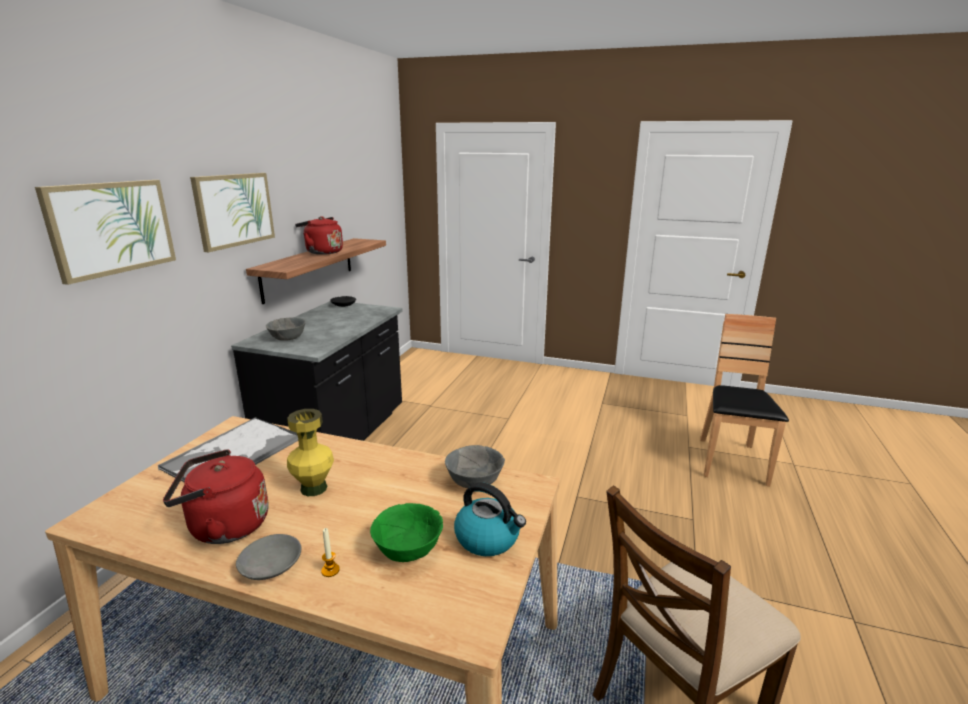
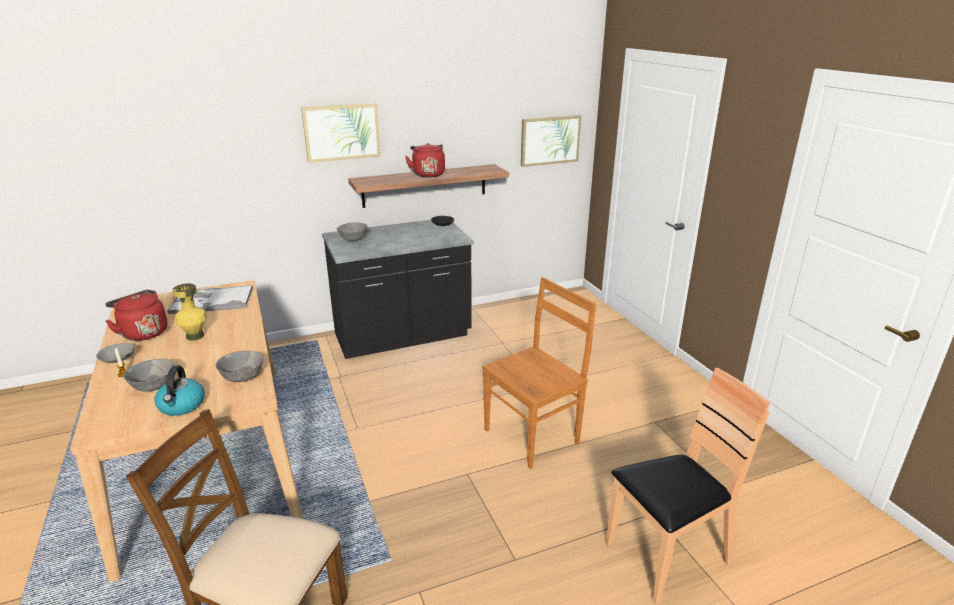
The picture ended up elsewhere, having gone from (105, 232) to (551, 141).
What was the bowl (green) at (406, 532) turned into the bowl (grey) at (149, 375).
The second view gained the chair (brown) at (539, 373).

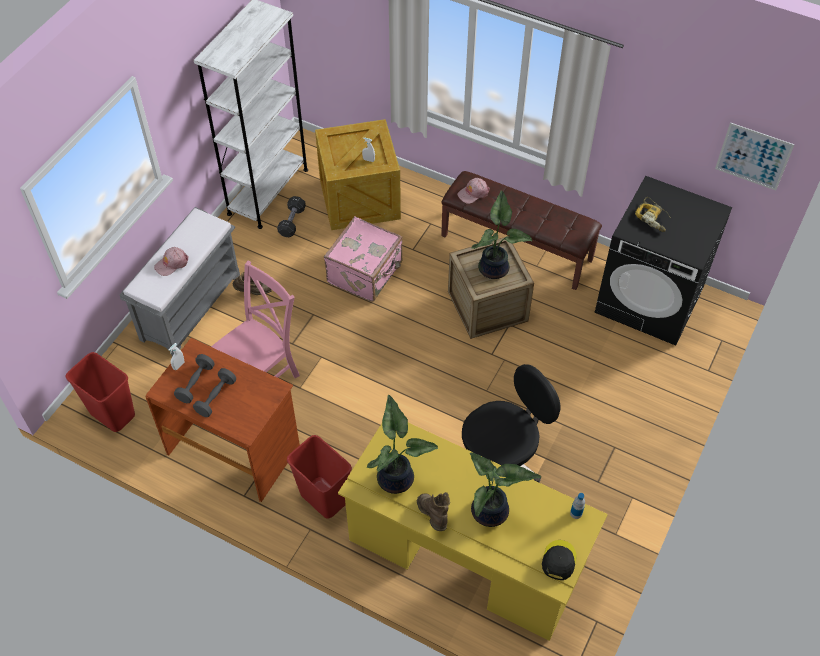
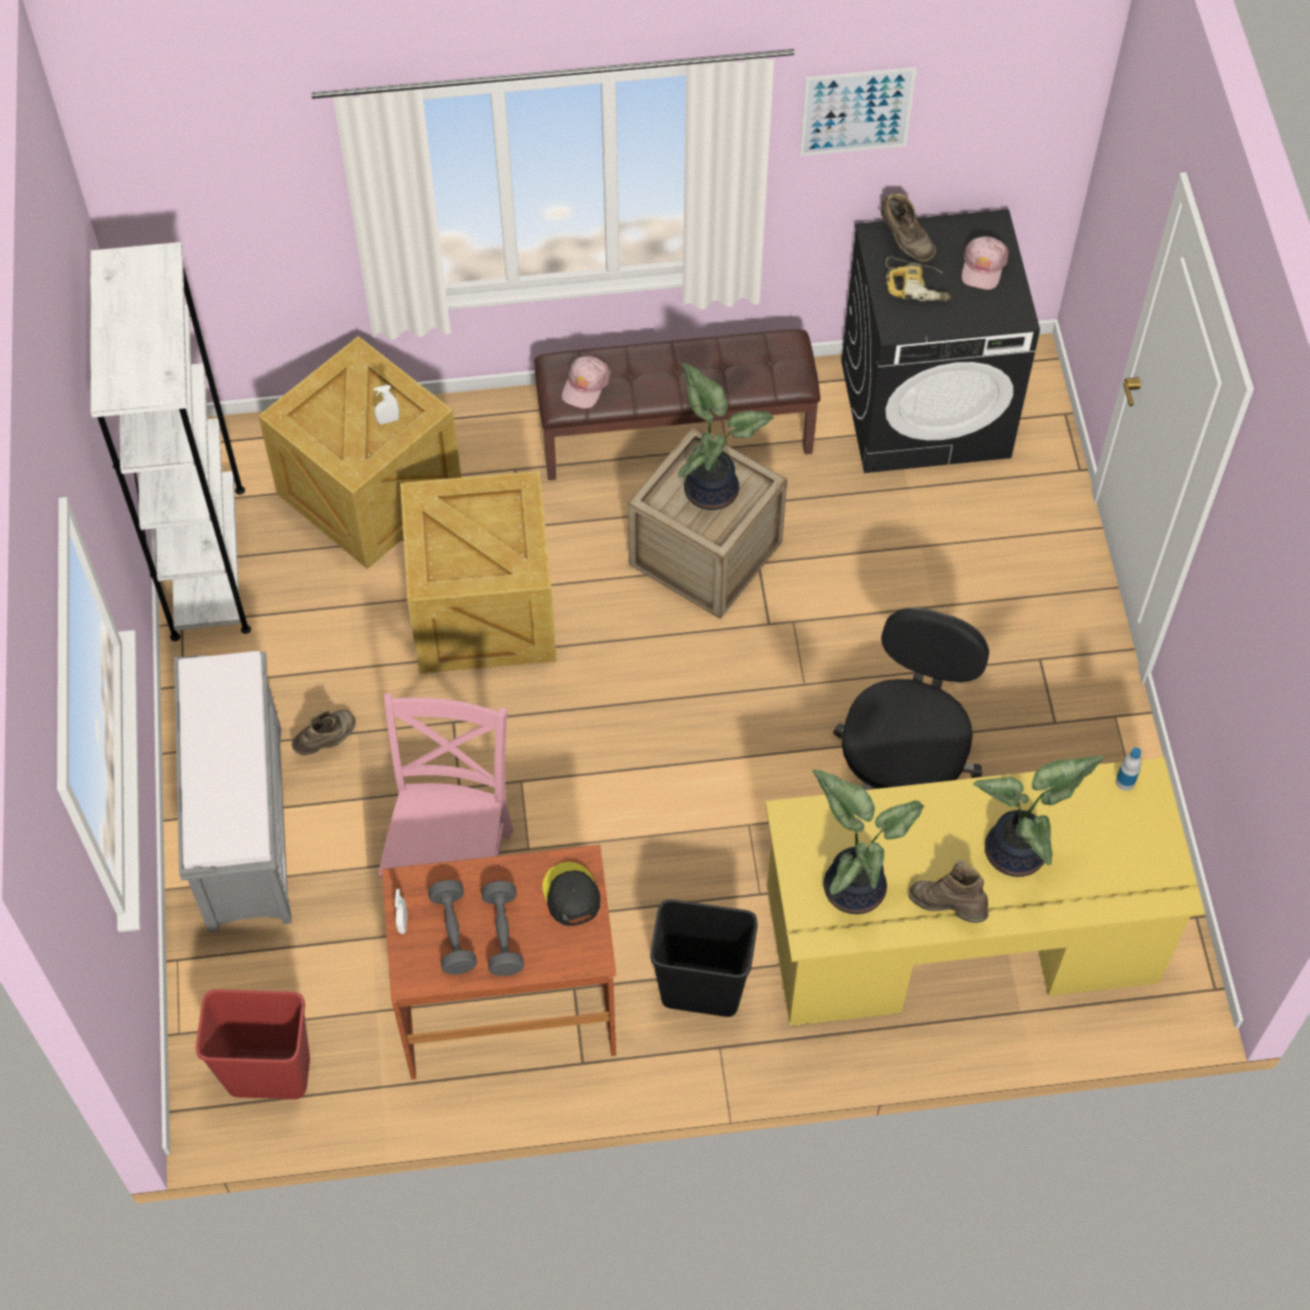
The cap (pink) ended up elsewhere, having gone from (171, 261) to (985, 263).
The second view lost the dumbbell (black) at (291, 216).
What was the trash can (red) at (319, 477) turned into the trash can (black) at (704, 958).
Where the suitcase (pink) stood at (363, 259), the crate came to stand at (478, 572).
The cap (black) ended up elsewhere, having gone from (559, 560) to (571, 894).
The picture ended up elsewhere, having gone from (755, 156) to (858, 111).
The second view gained the boot (brown) at (908, 228).

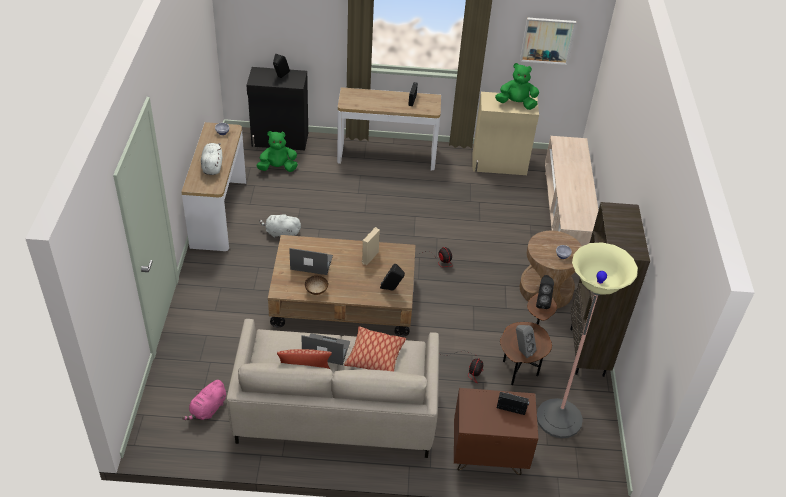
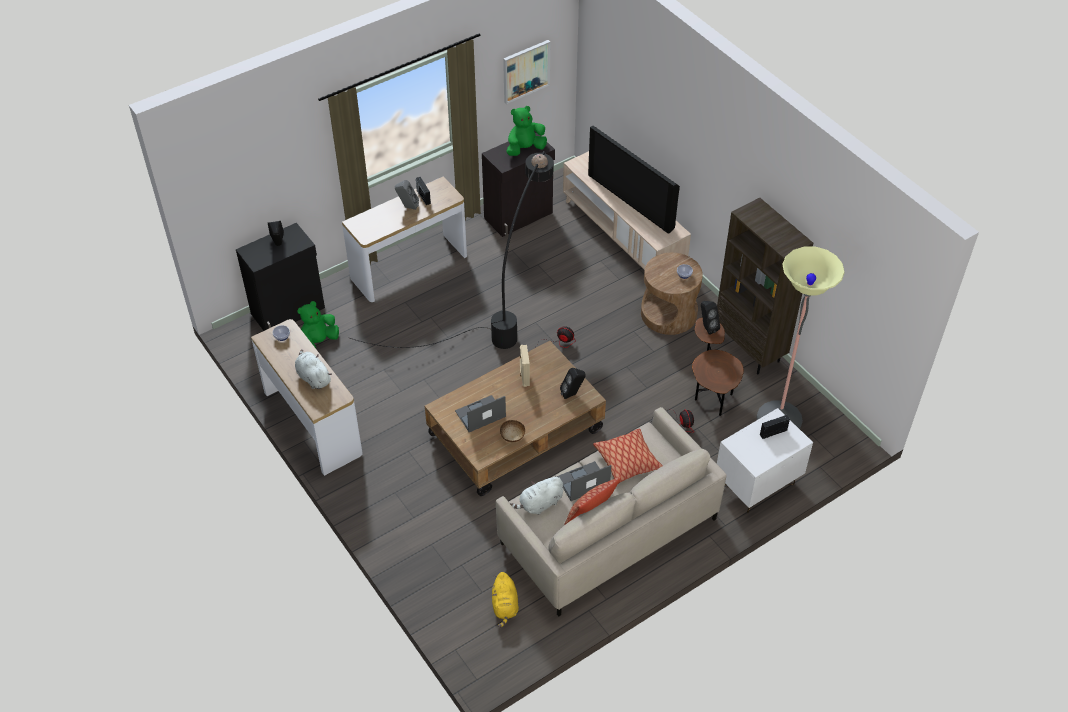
What was the plush toy (pink) at (204, 400) turned into the plush toy (yellow) at (505, 600).
The plush toy (white) ended up elsewhere, having gone from (280, 225) to (536, 495).
What was the nightstand (brown) at (496, 431) turned into the nightstand (white) at (765, 460).
What was the cabinet (beige) at (505, 133) turned into the cabinet (black) at (518, 184).
The speaker (grey) ended up elsewhere, having gone from (526, 341) to (407, 195).
The second view gained the floor lamp (black) at (452, 250).
The second view gained the television at (634, 180).

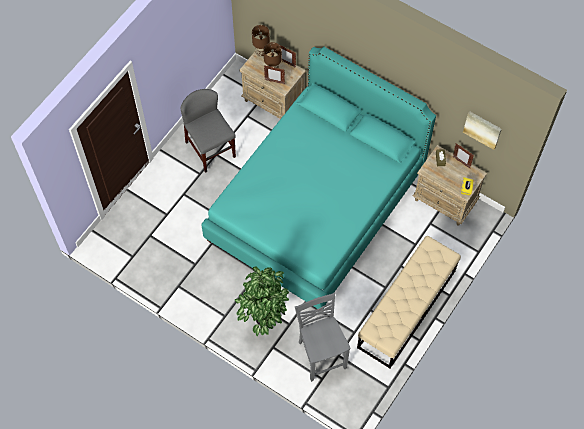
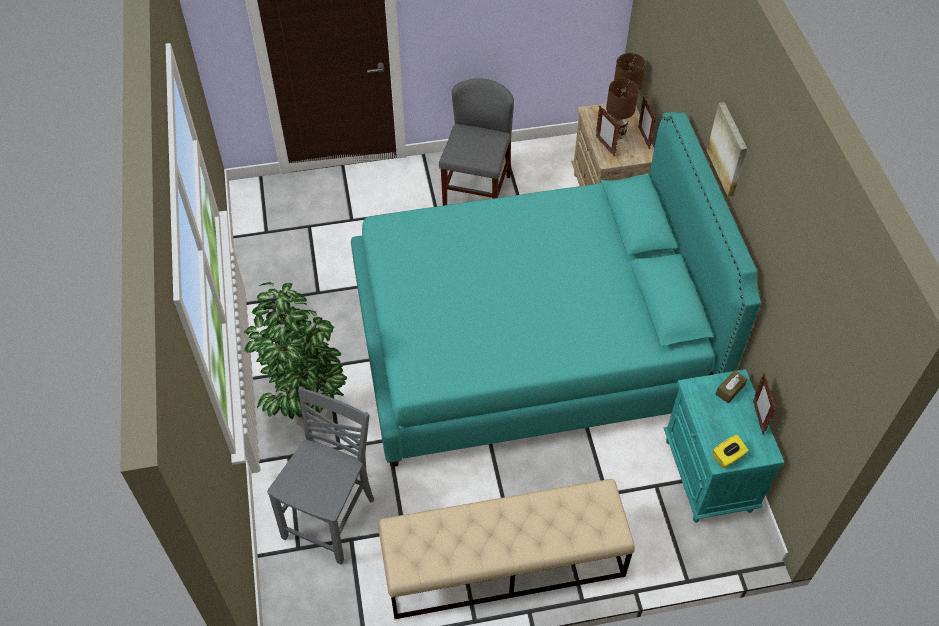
What was the nightstand (beige) at (450, 185) turned into the nightstand (turquoise) at (723, 445).
The picture ended up elsewhere, having gone from (482, 130) to (727, 149).

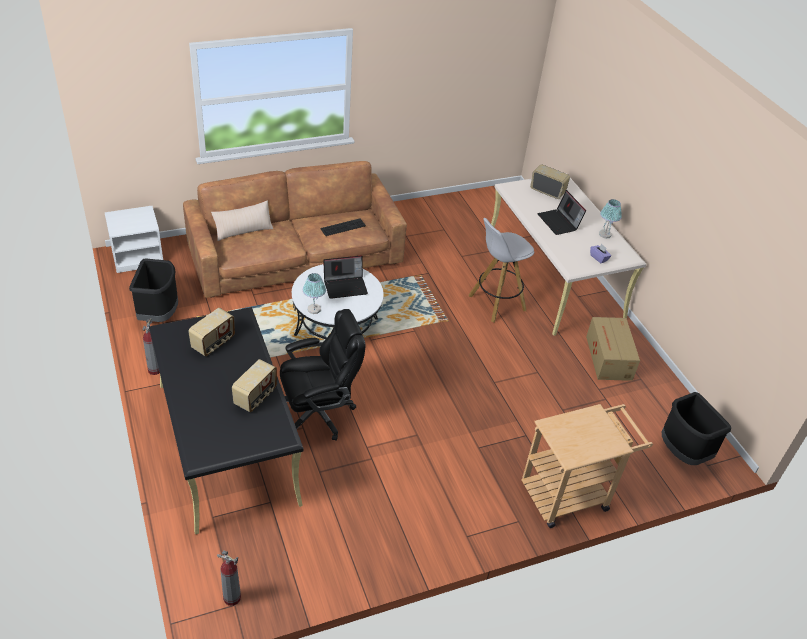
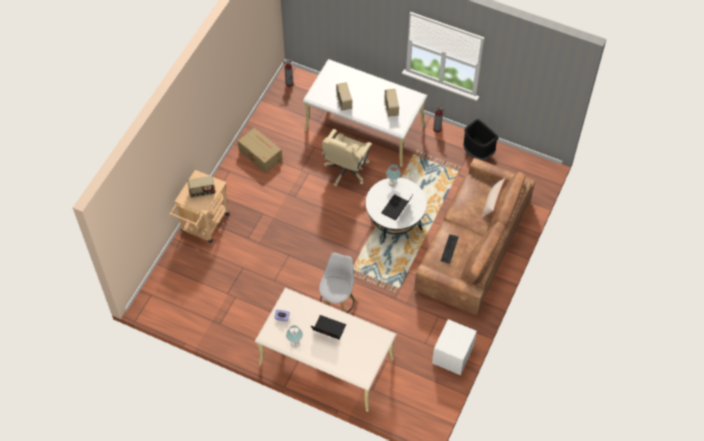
The nightstand (white) ended up elsewhere, having gone from (133, 239) to (454, 347).
What was the desk (black) at (226, 420) turned into the desk (white) at (365, 113).
What was the office chair (black) at (323, 375) turned into the office chair (beige) at (347, 157).
The radio ended up elsewhere, having gone from (550, 181) to (201, 187).
The cardboard box ended up elsewhere, having gone from (613, 349) to (260, 150).
The second view lost the trash can (black) at (696, 428).

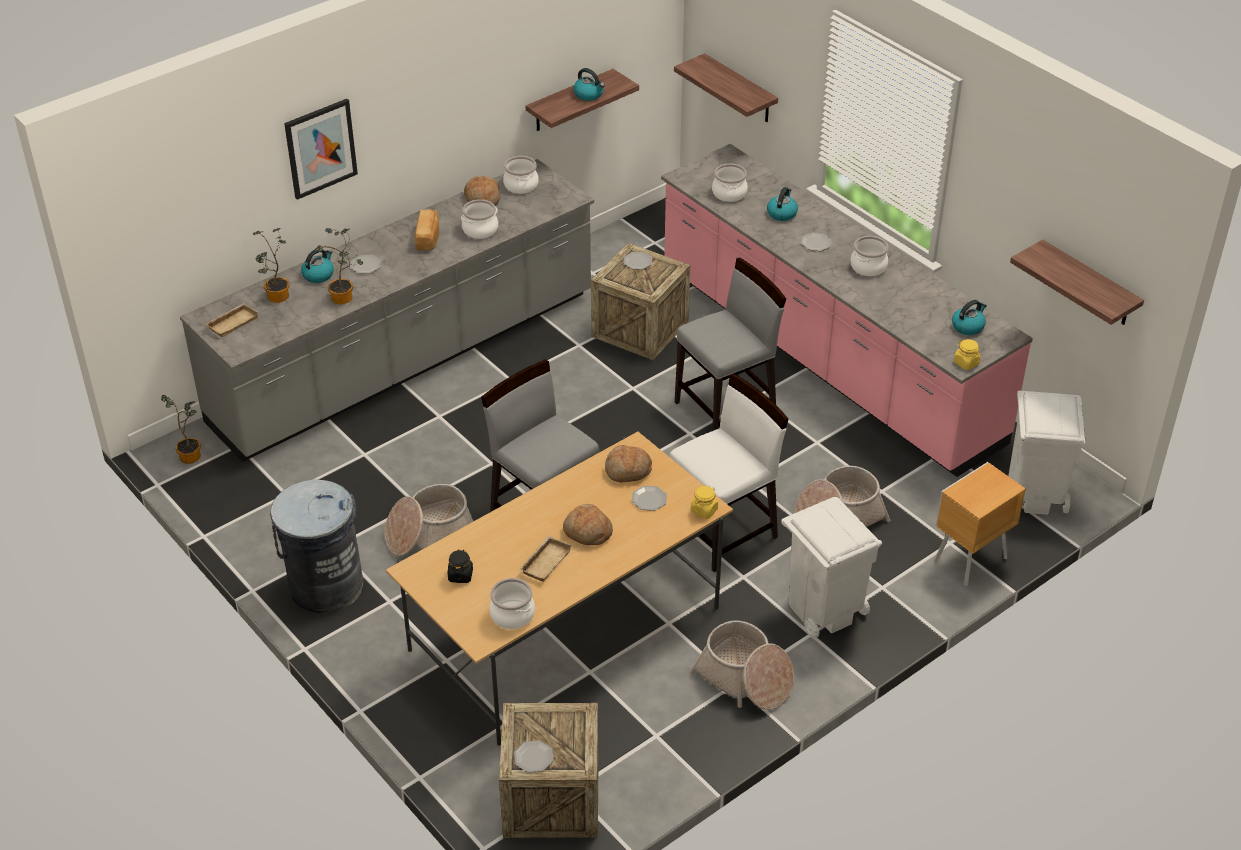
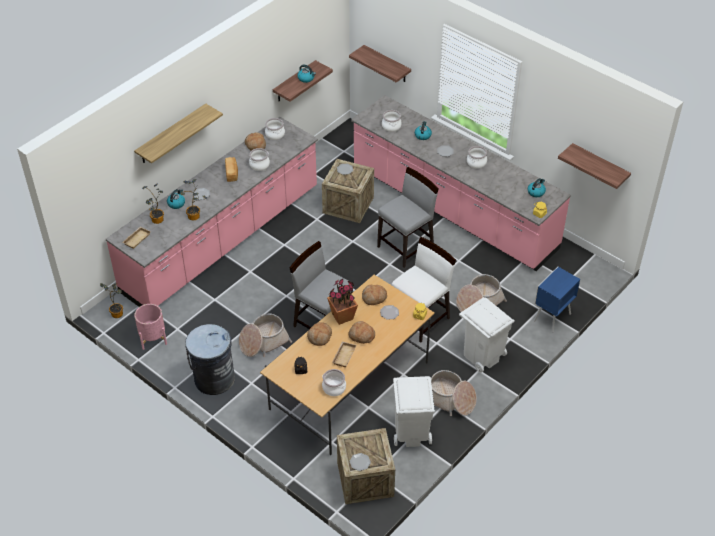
What was the counter (grey) at (387, 310) turned into the counter (pink) at (212, 212).
Where the picture hung at (321, 149), the shelf came to hang at (178, 133).
What was the nightstand (brown) at (980, 524) turned into the nightstand (blue) at (557, 299).
The trash can (white) ended up elsewhere, having gone from (1047, 453) to (414, 411).
The second view gained the planter (pink) at (150, 327).
The second view gained the bread at (319, 334).
The second view gained the potted plant at (342, 301).

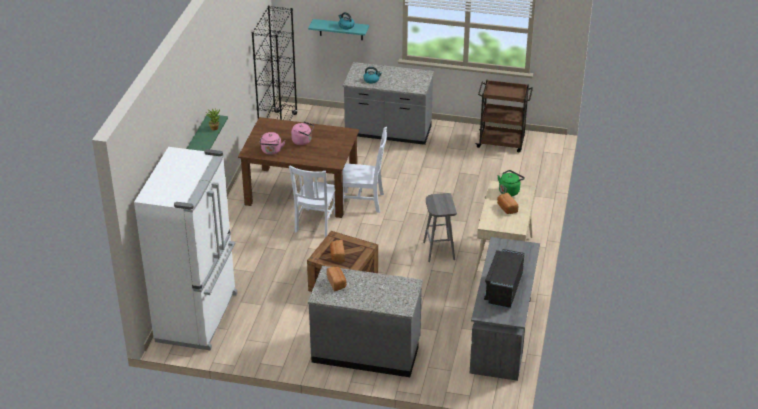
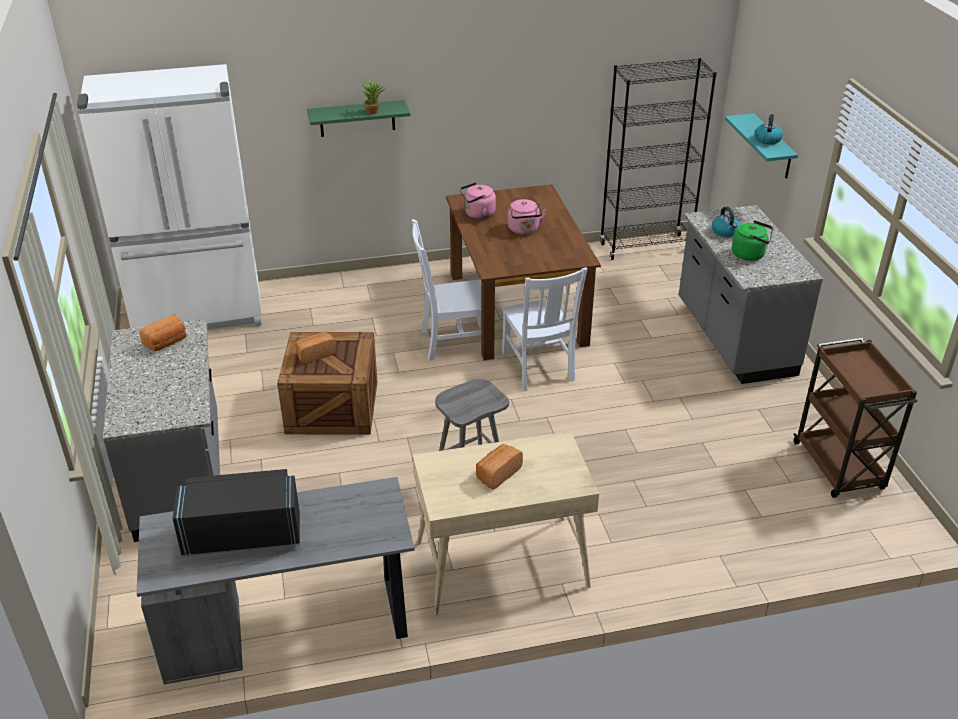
The kettle (green) ended up elsewhere, having gone from (511, 183) to (752, 240).

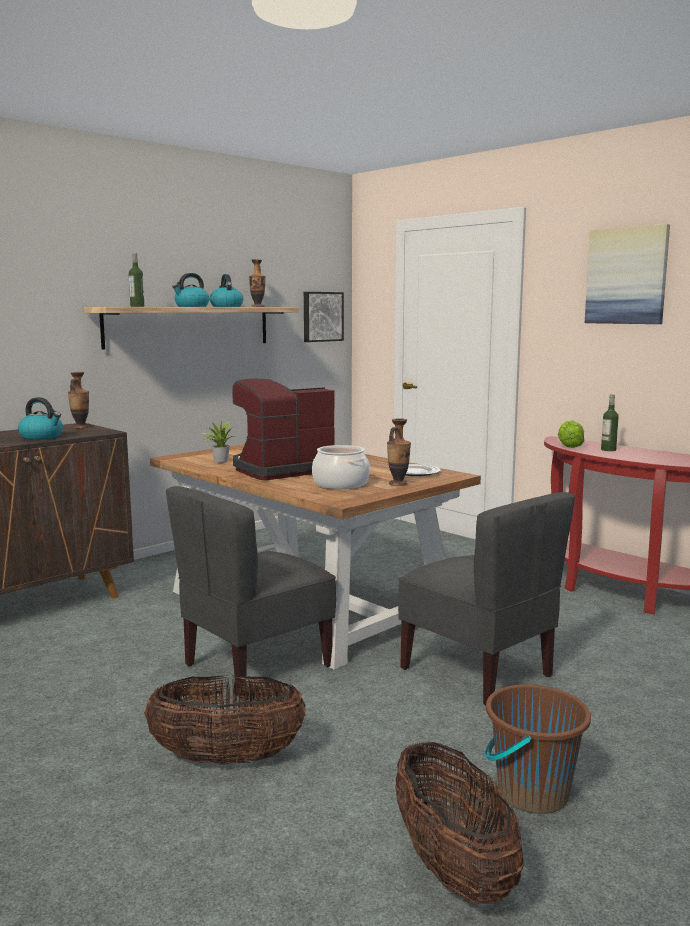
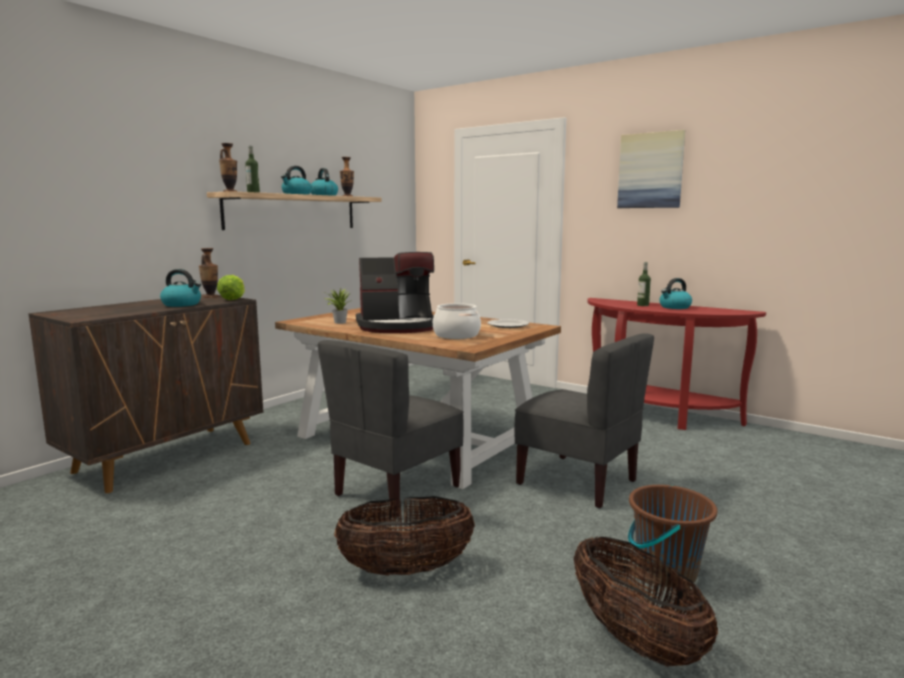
The coffee machine at (283, 429) ended up facing another way, 150 degrees counterclockwise from before.
The second view lost the picture at (324, 317).
The vase ended up elsewhere, having gone from (399, 452) to (228, 167).
The lettuce ended up elsewhere, having gone from (571, 434) to (231, 287).
The second view gained the kettle at (675, 293).

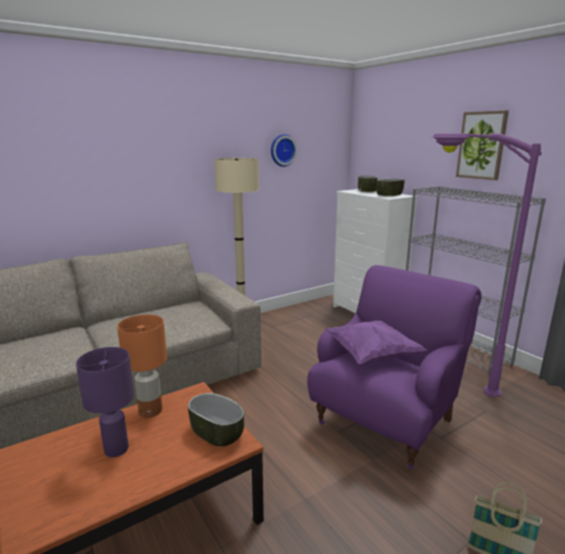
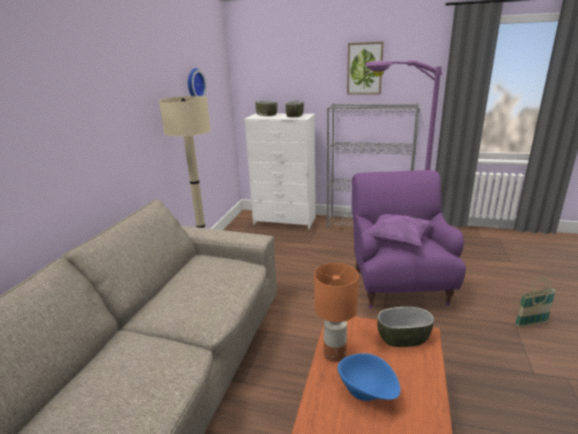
Where the table lamp (purple) stood at (105, 402), the bowl (blue) came to stand at (369, 377).

